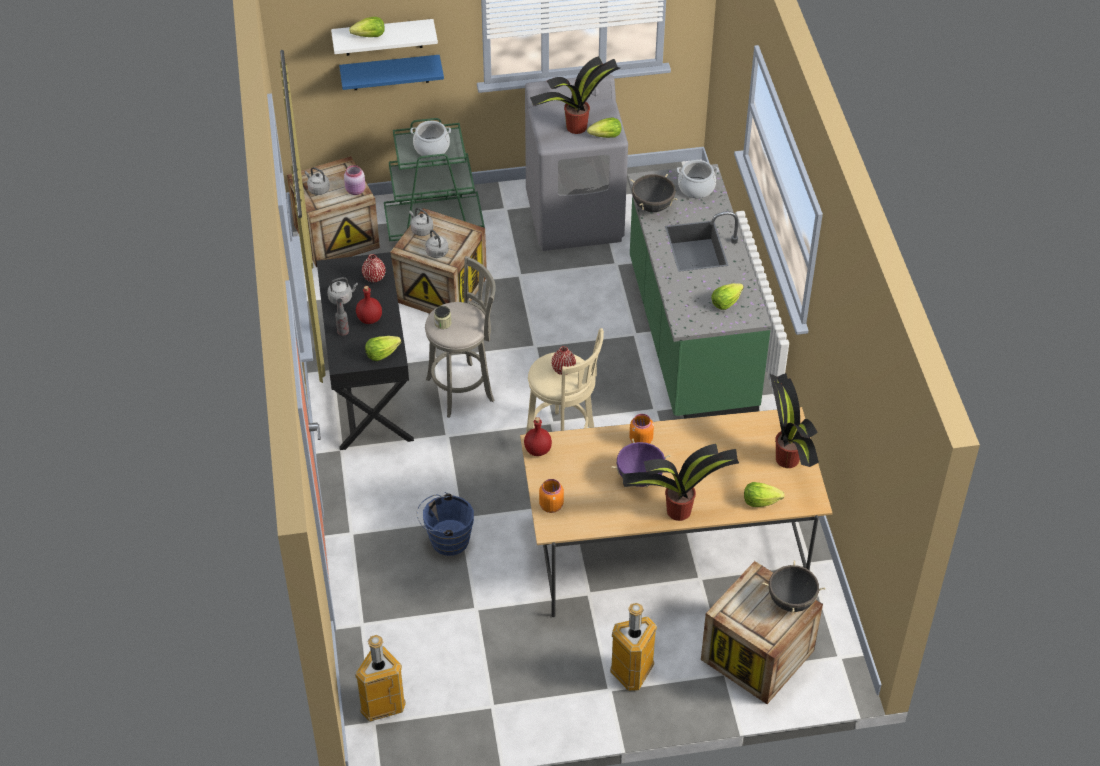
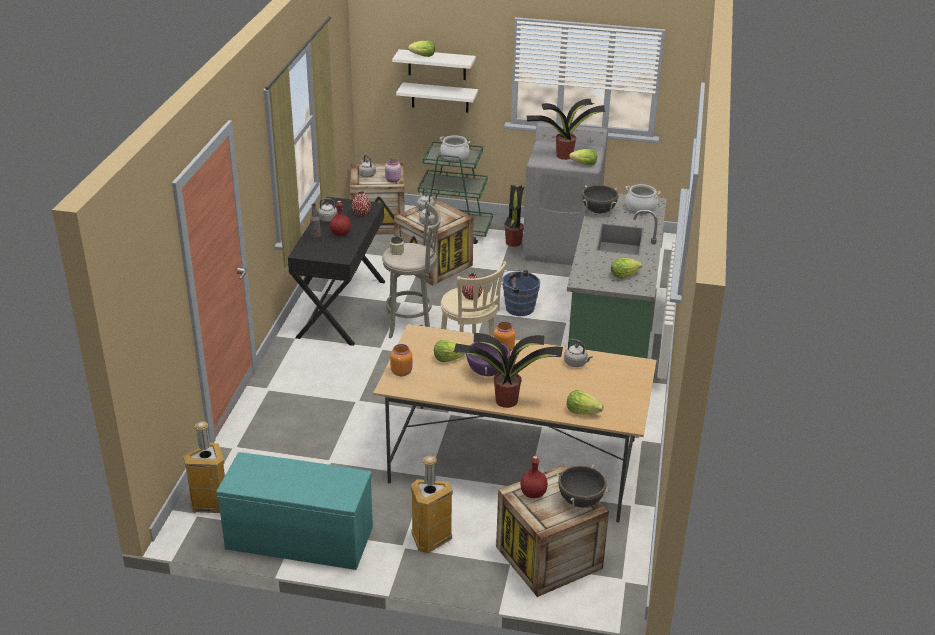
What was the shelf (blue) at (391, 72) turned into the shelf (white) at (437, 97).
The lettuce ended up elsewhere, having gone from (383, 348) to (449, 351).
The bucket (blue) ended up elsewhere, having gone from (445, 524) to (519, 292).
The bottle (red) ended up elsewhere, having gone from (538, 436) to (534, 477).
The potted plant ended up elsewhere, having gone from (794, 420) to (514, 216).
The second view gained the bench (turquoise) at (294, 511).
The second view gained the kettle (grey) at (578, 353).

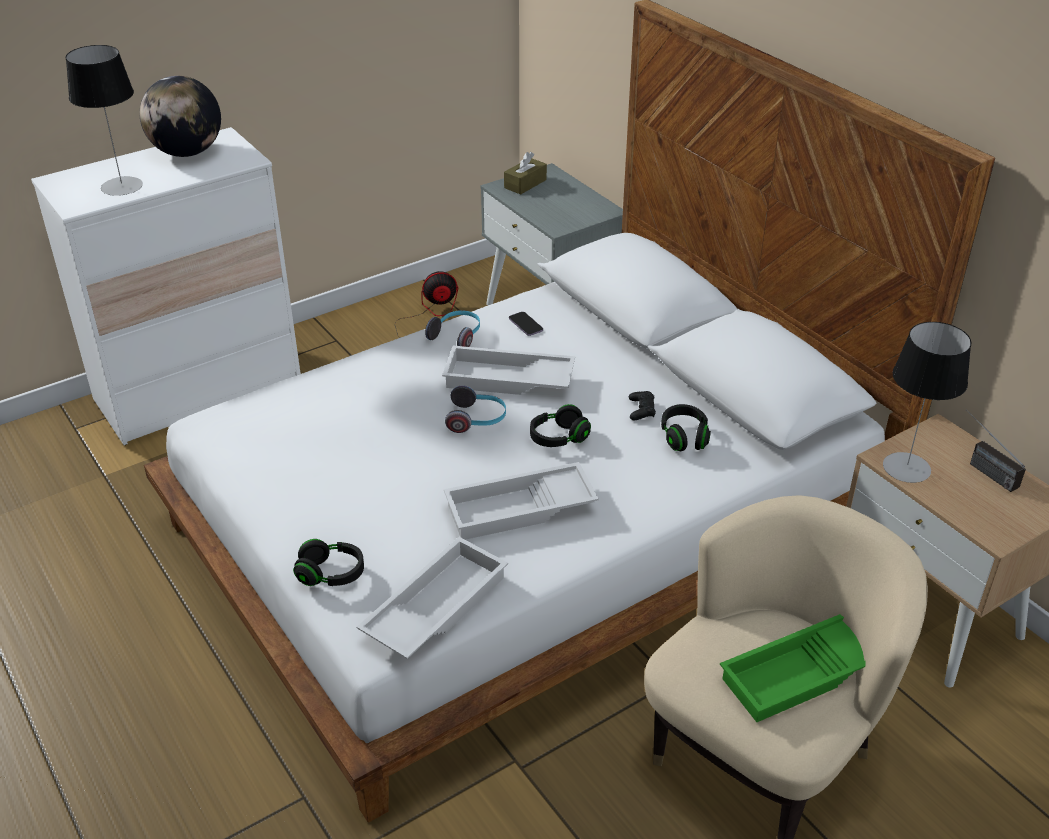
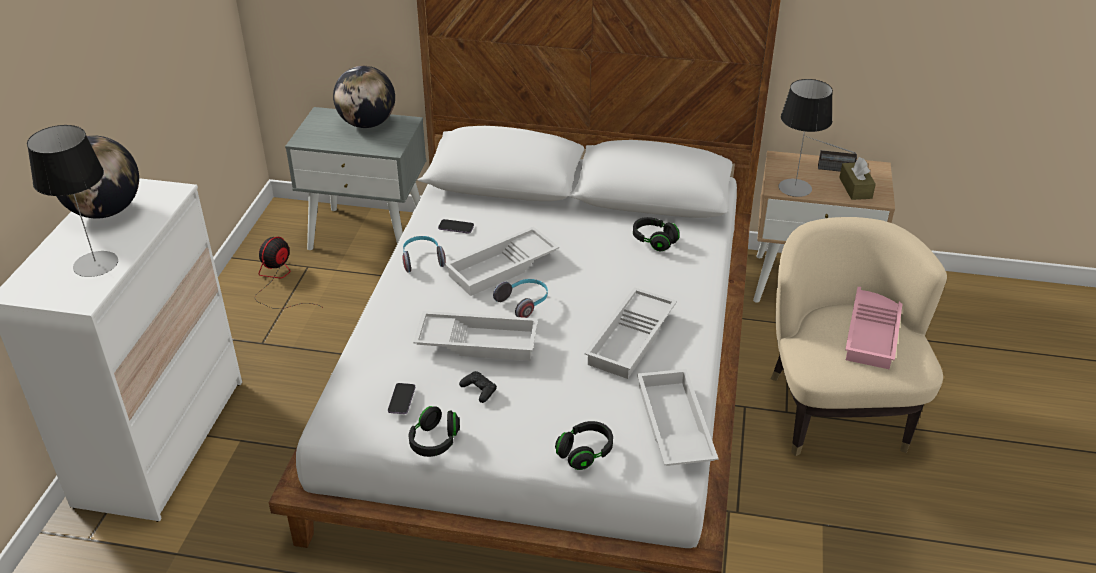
The tissue box (brown) ended up elsewhere, having gone from (525, 173) to (857, 178).
The headphones (black) ended up elsewhere, having gone from (560, 425) to (434, 431).
The game controller (black) ended up elsewhere, having gone from (642, 405) to (478, 387).
What was the tray (green) at (793, 668) turned into the tray (pink) at (873, 328).
The second view gained the globe at (364, 97).
The second view gained the phone at (401, 398).
The second view gained the tray (white) at (476, 336).

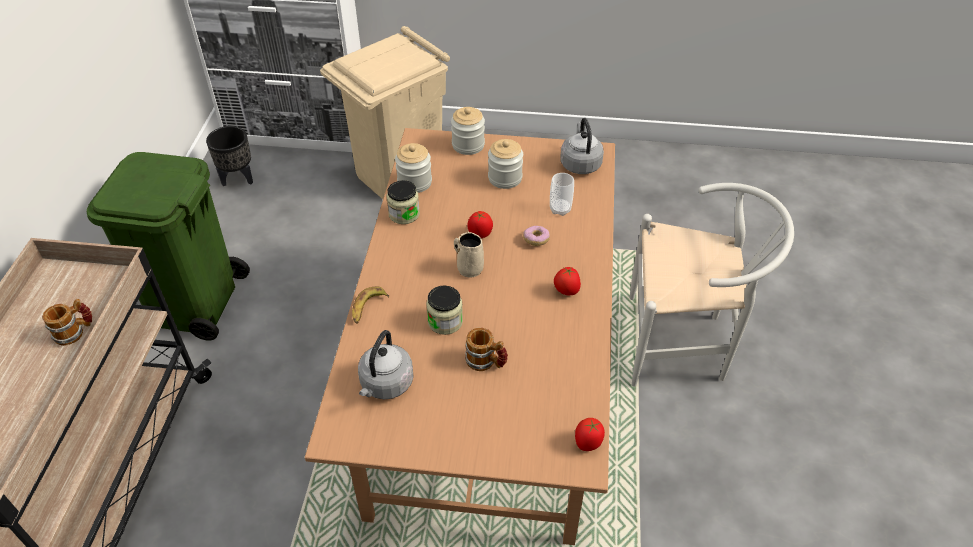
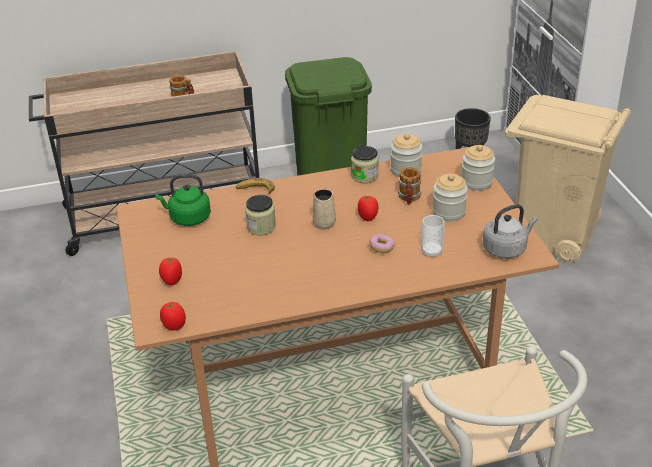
What was the kettle (grey) at (386, 364) turned into the kettle (green) at (183, 200).
The mug ended up elsewhere, having gone from (486, 349) to (409, 186).
The tomato ended up elsewhere, having gone from (567, 281) to (170, 271).

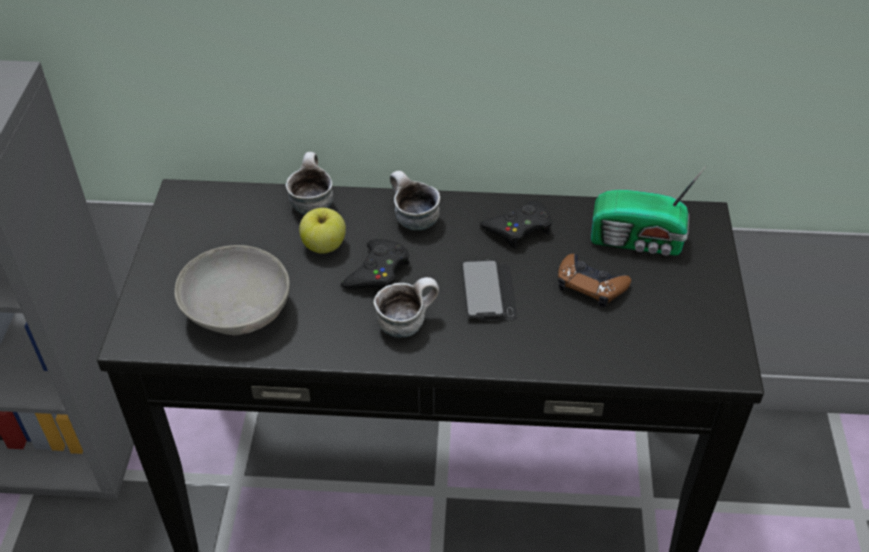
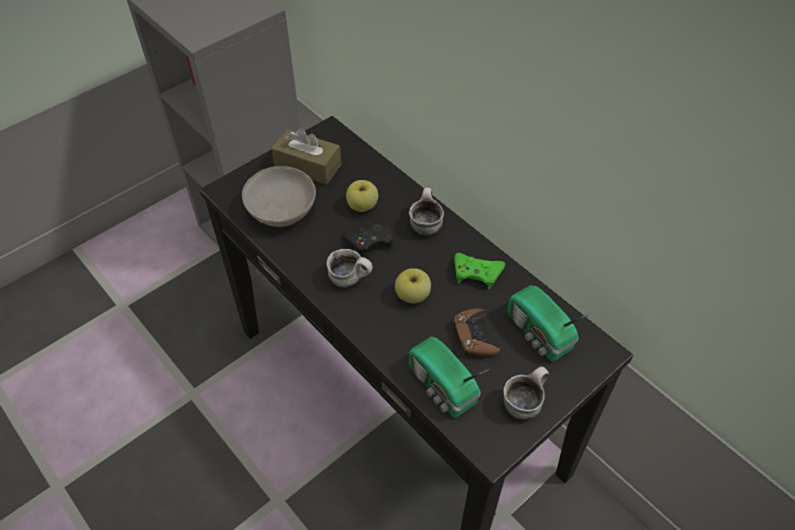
The mug ended up elsewhere, having gone from (309, 183) to (526, 393).
Where the phone stood at (489, 290), the apple came to stand at (413, 286).
What was the game controller (black) at (516, 224) turned into the game controller (green) at (479, 271).
The second view gained the tissue box (brown) at (306, 156).
The second view gained the radio at (449, 377).

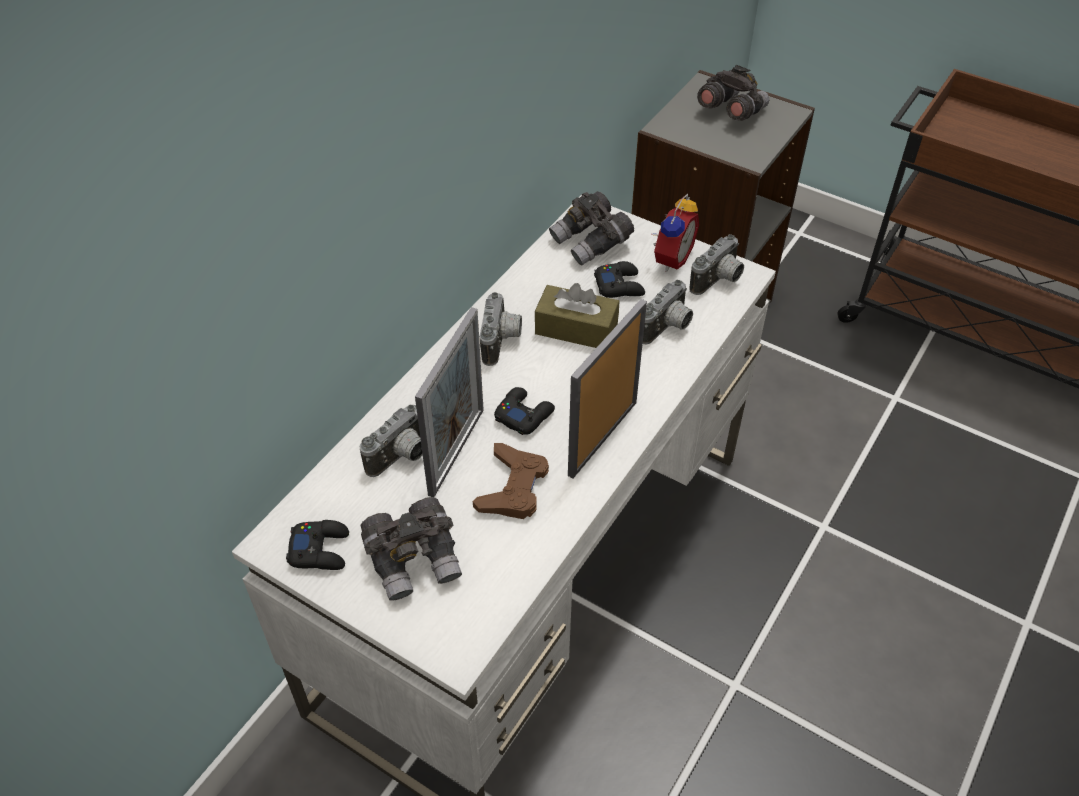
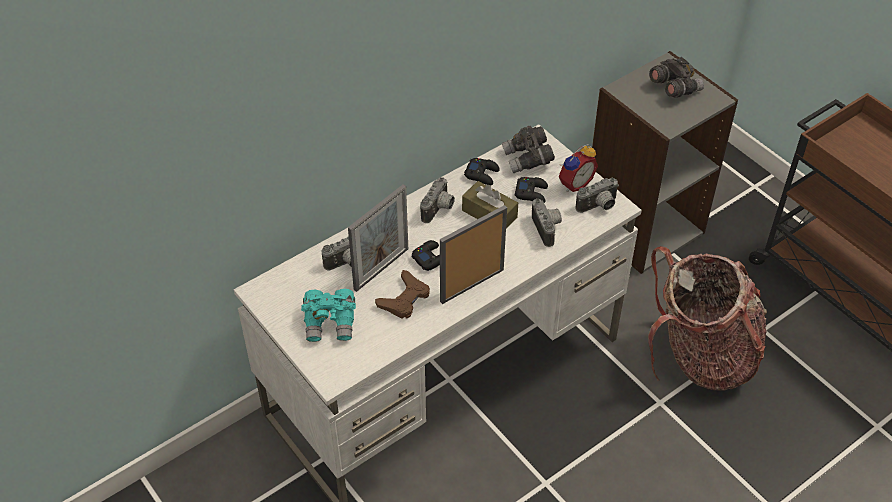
The game controller (black) ended up elsewhere, having gone from (317, 545) to (482, 172).
What was the binoculars (grey) at (411, 549) turned into the binoculars (turquoise) at (328, 315).
The photo camera at (668, 312) ended up facing another way, 75 degrees counterclockwise from before.
The second view gained the backpack at (707, 318).

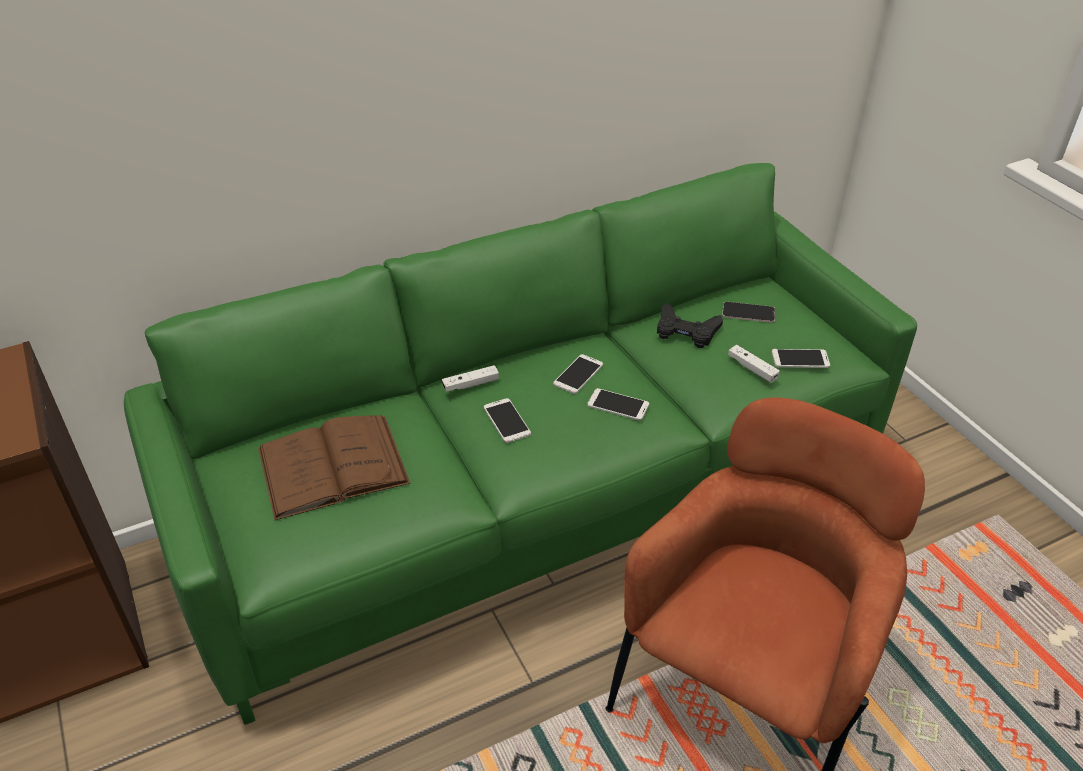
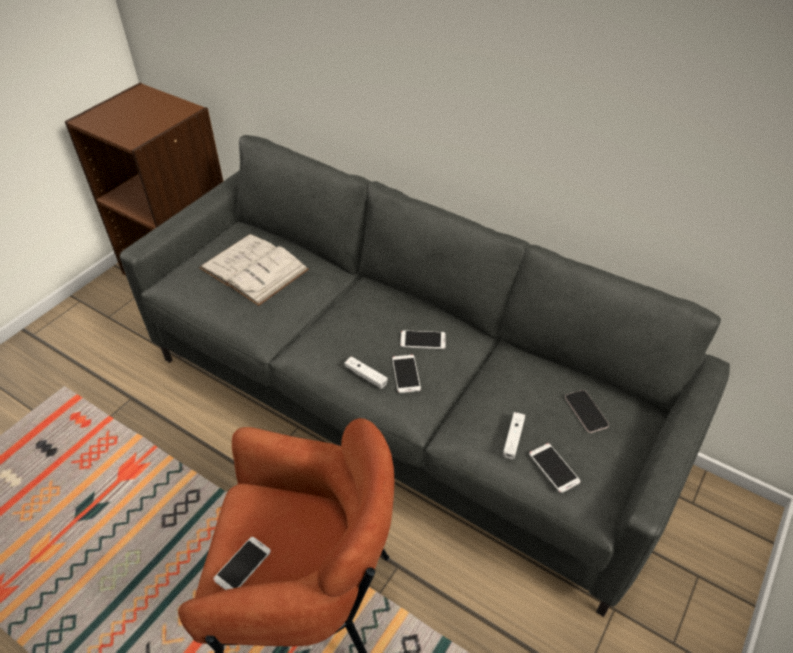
What was the sofa (green) at (520, 444) turned into the sofa (grey) at (425, 376).
What was the book (brown) at (334, 468) turned into the book (white) at (254, 270).
The game controller (white) ended up elsewhere, having gone from (470, 378) to (366, 372).
The phone ended up elsewhere, having gone from (507, 420) to (242, 563).
The second view lost the game controller (black) at (690, 325).

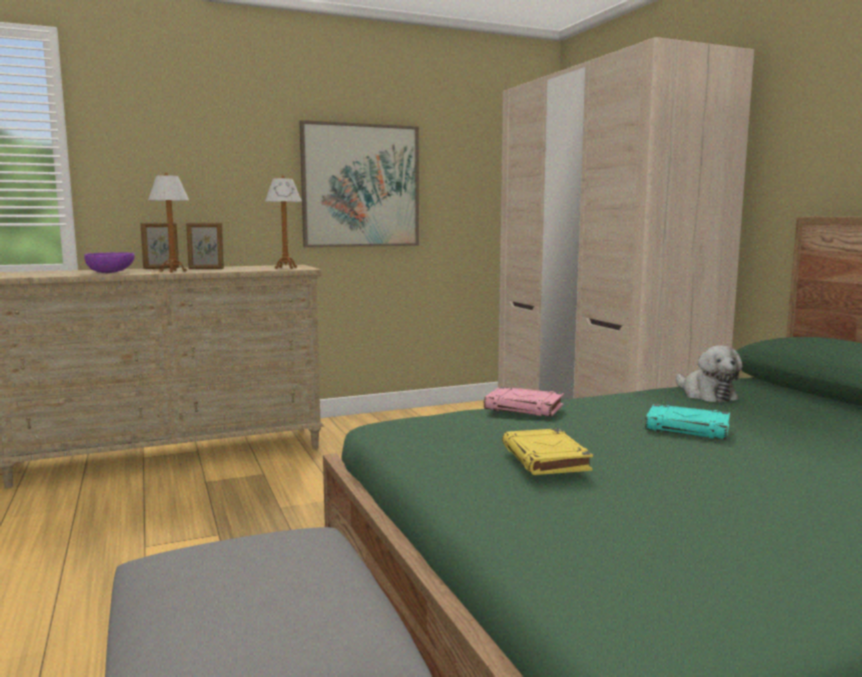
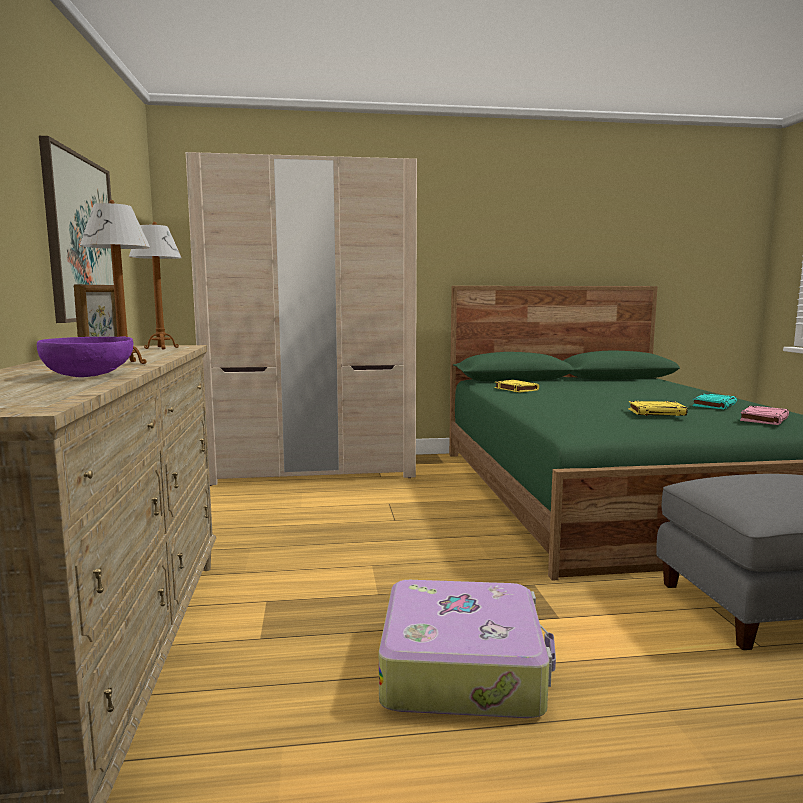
The second view lost the picture frame at (159, 246).
The book (pink) ended up elsewhere, having gone from (524, 402) to (764, 415).
The book (turquoise) ended up elsewhere, having gone from (687, 422) to (714, 401).
Where the plush toy stood at (709, 373), the book (yellow) came to stand at (517, 386).
The second view gained the suitcase at (467, 649).

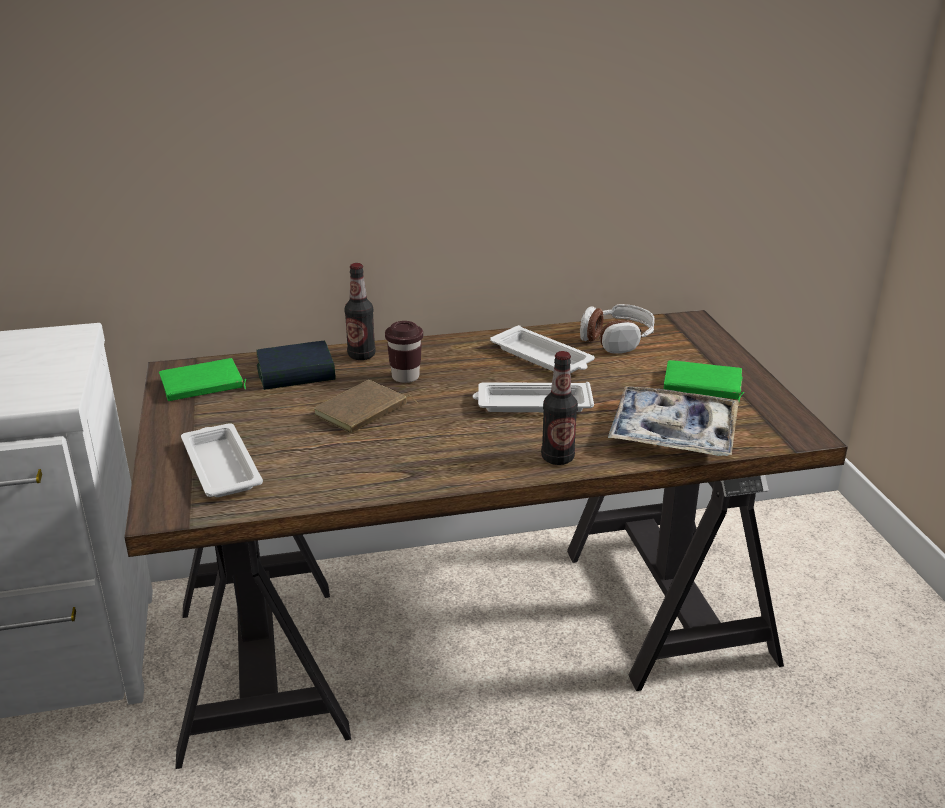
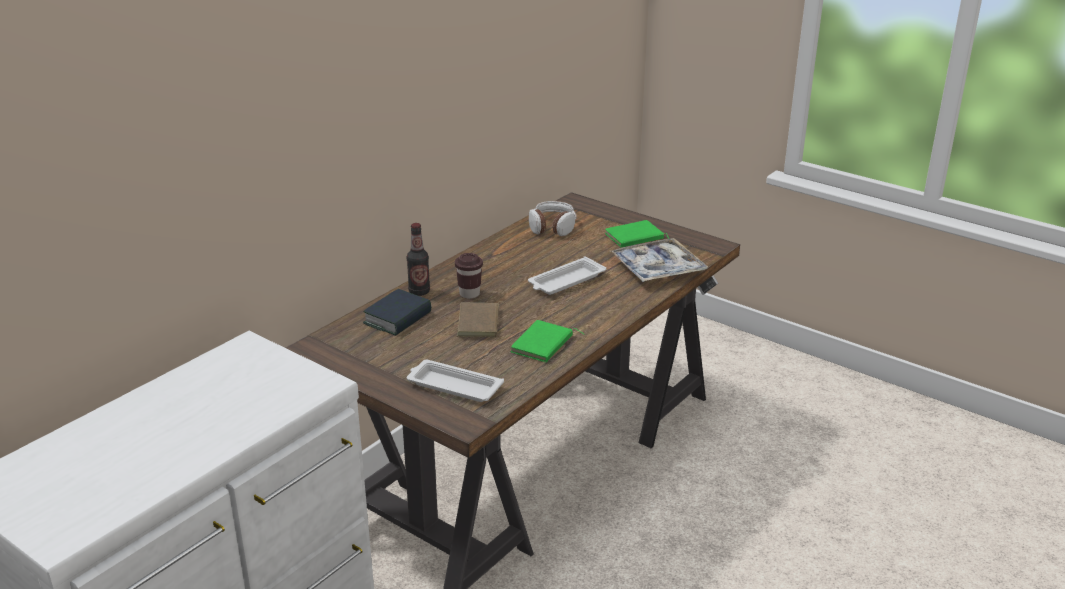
The book (green) ended up elsewhere, having gone from (202, 379) to (547, 341).
The second view lost the tray (white) at (542, 349).
The second view lost the bottle at (559, 408).

